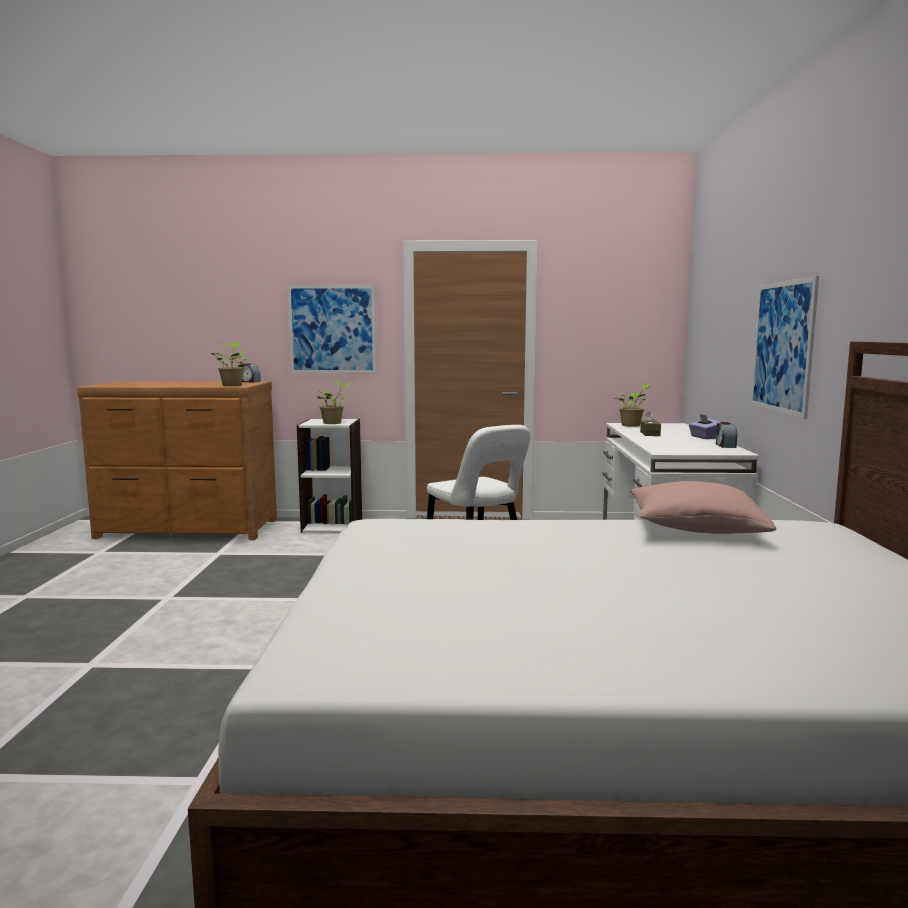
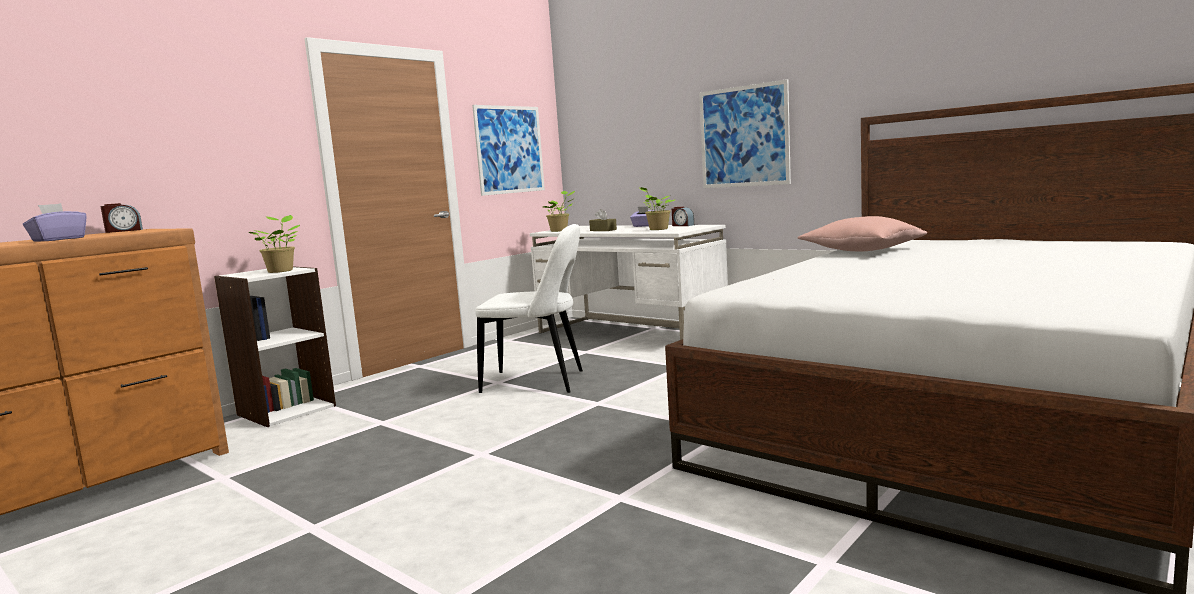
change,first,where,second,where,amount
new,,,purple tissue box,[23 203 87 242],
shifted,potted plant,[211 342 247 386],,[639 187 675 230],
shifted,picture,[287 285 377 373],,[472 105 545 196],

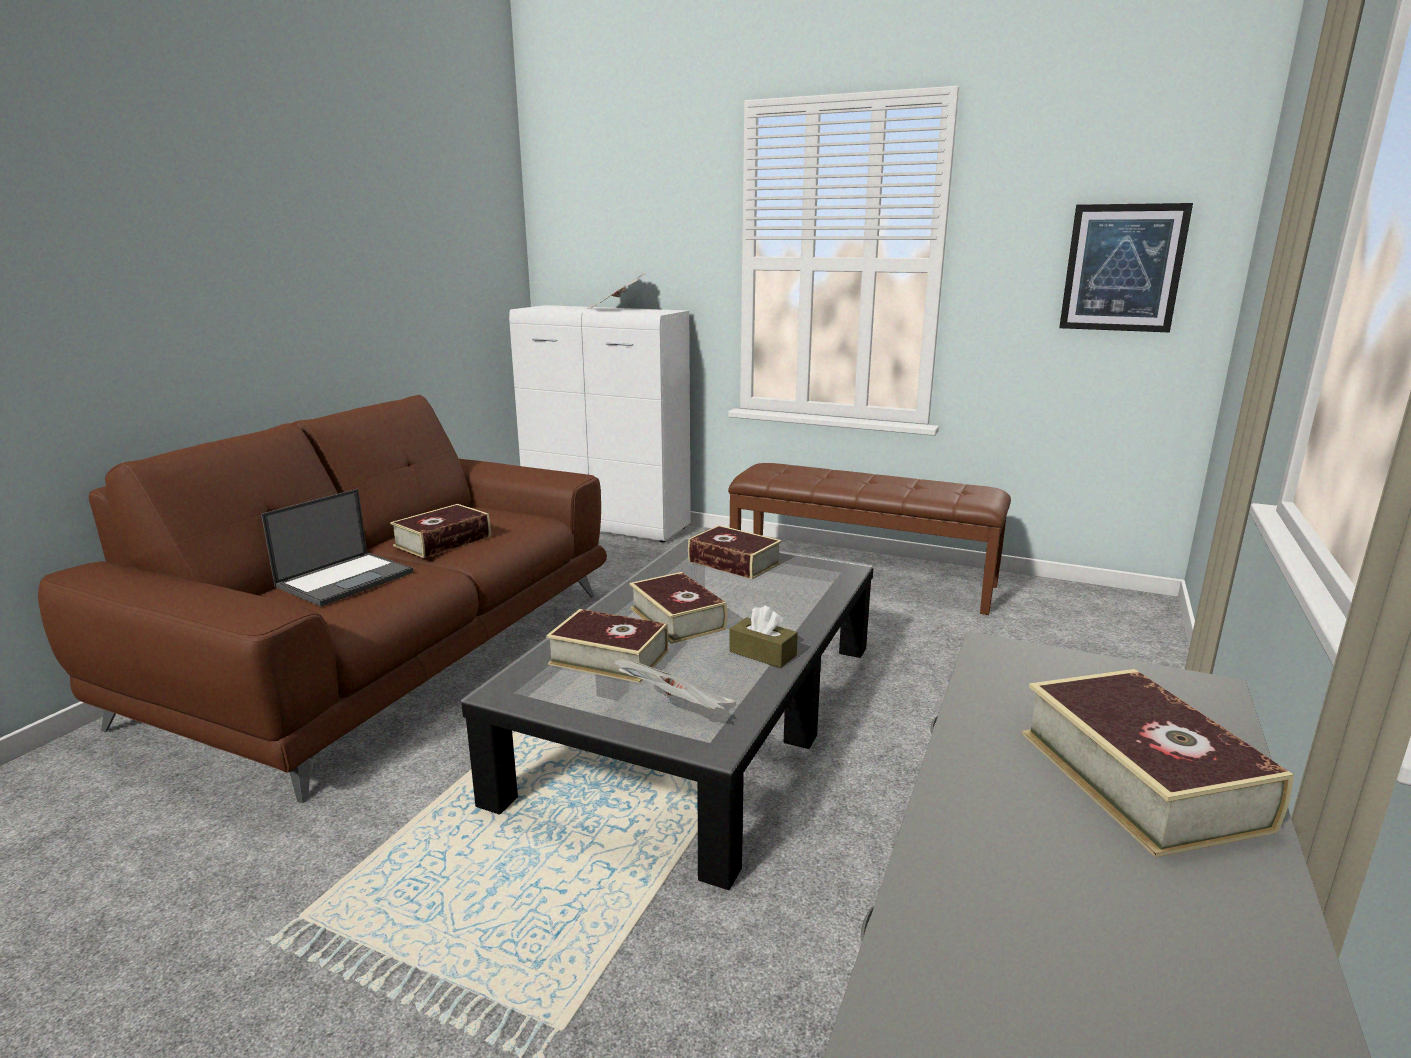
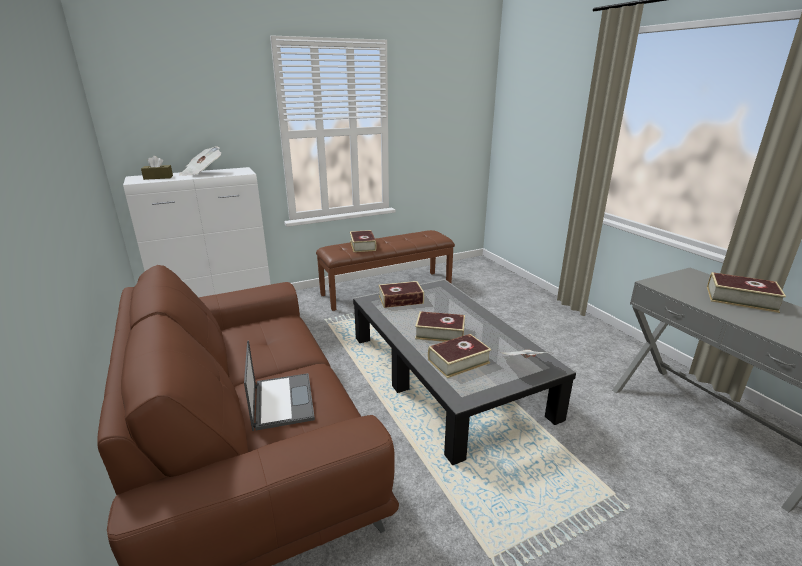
change,first,where,second,where,amount
gone,picture,[1059 203 1193 333],,,
shifted,book,[390 504 491 558],,[350 230 376 252],
shifted,brown tissue box,[729 606 798 668],,[141 156 173 180],

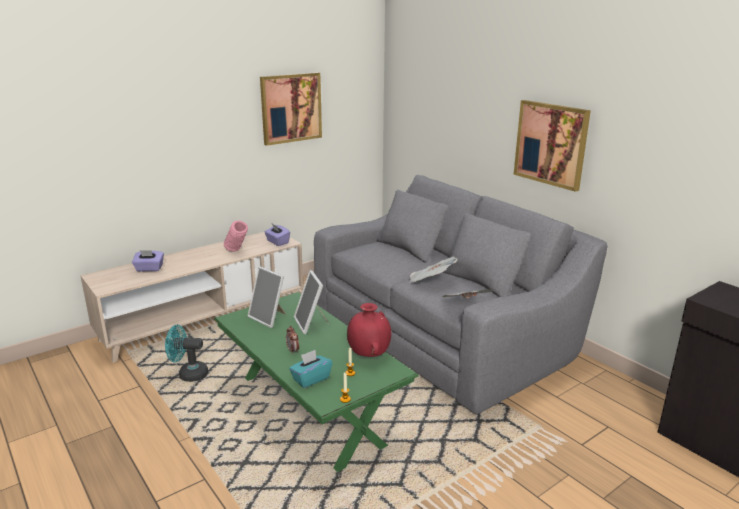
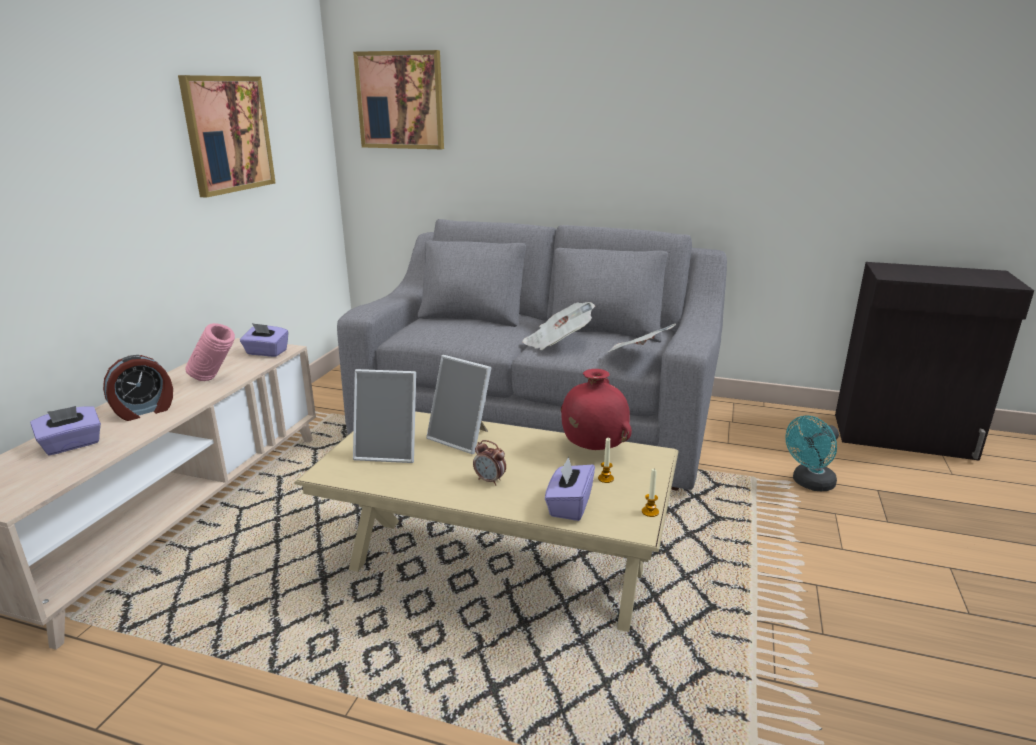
change,first,where,second,where,amount
new,,,alarm clock,[103 355 173 421],
shifted,turquoise fan,[165 325 208 382],,[785 415 839 491],
shifted,picture,[514 100 591 192],,[353 50 444 149],
repainted,green coffee table,[214 292 419 472],beige coffee table,[295 411 678 632],
repainted,turquoise tissue box,[289 350 333 388],purple tissue box,[545 456 595 521],

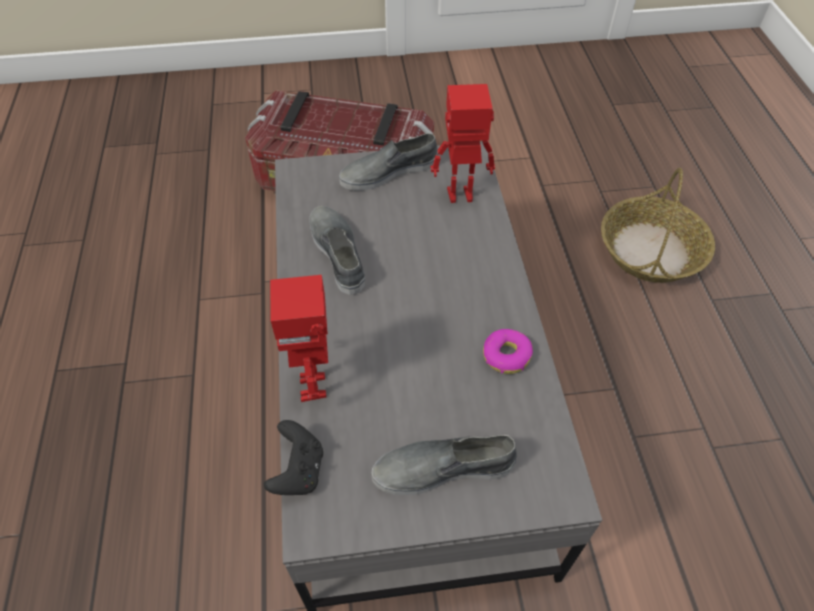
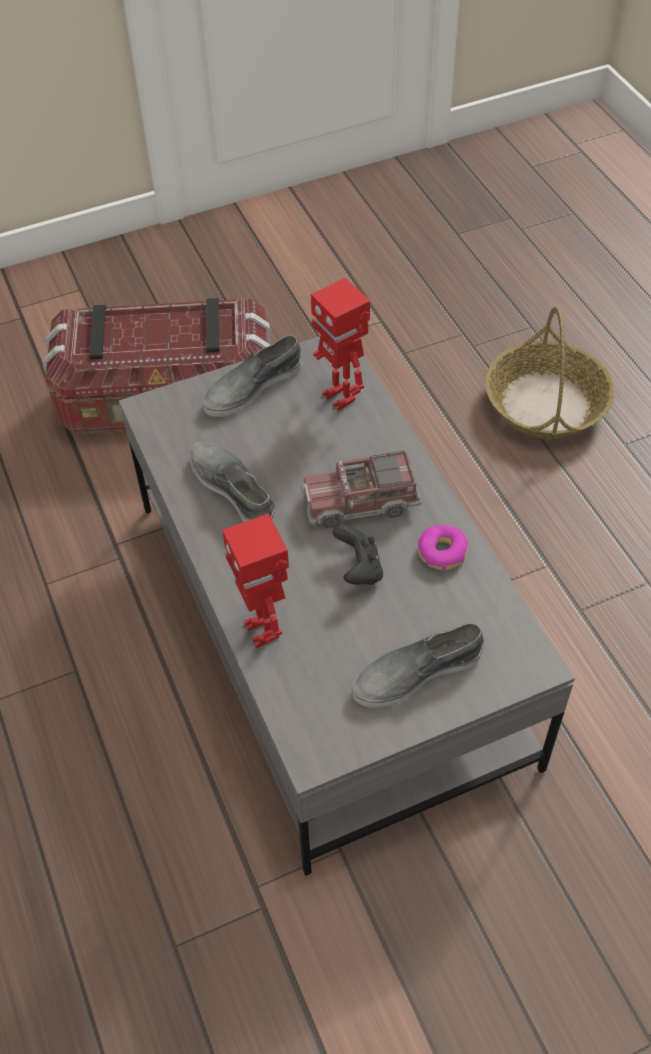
change,first,where,second,where,amount
new,,,toy truck,[301 451 421 529],
shifted,black game controller,[264 420 323 495],,[333 525 383 585],
rotated,toy robot,[430 84 495 203],,[311 278 370 411],105 degrees counterclockwise

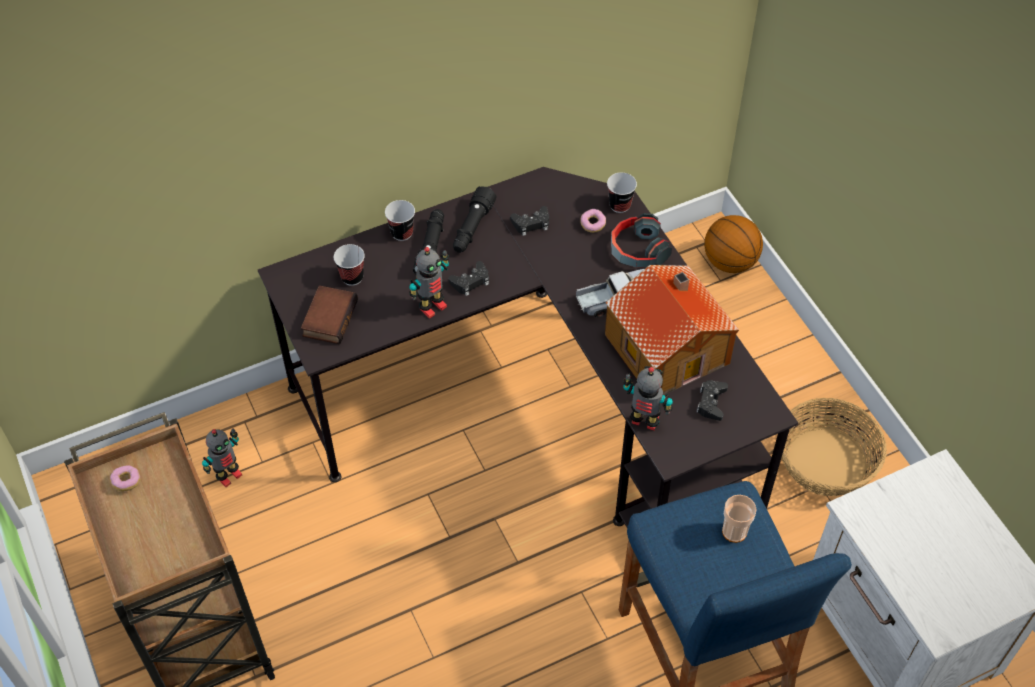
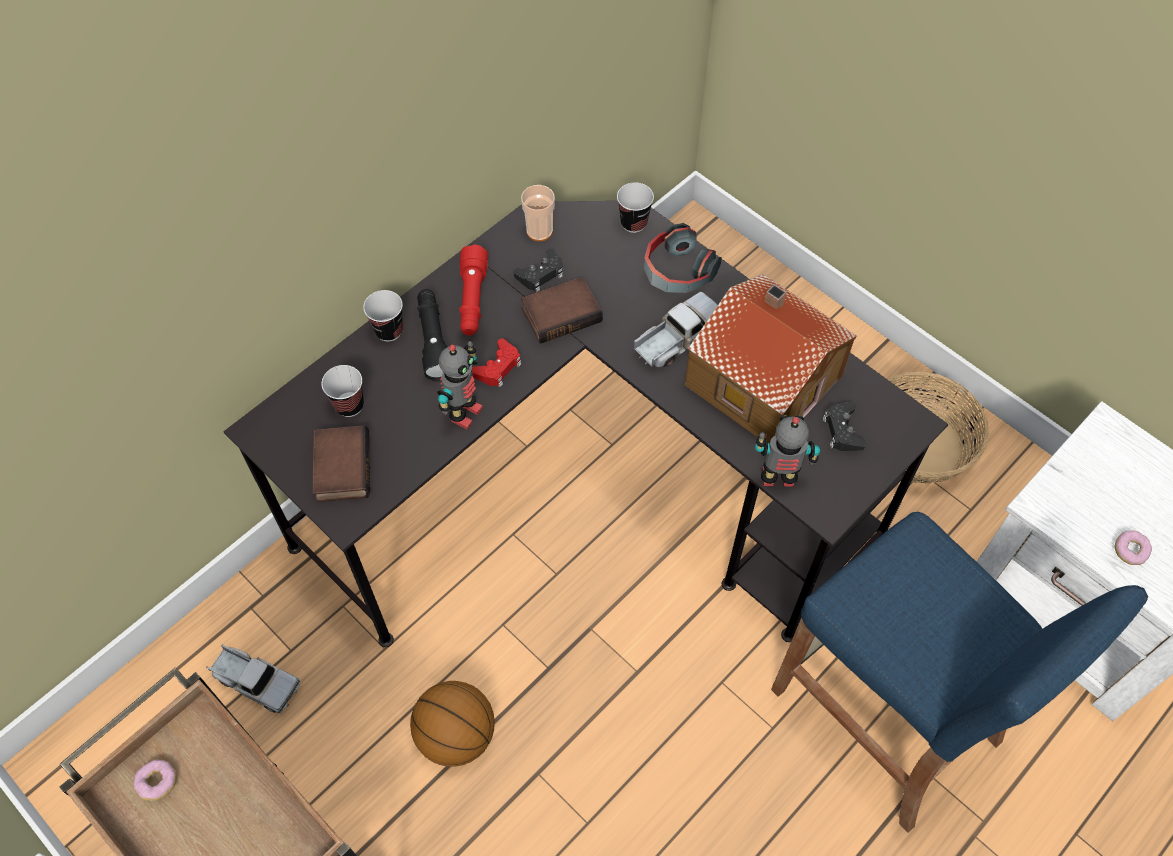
change,first,where,second,where,amount
new,,,book,[521 277 603 344],
shifted,donut,[580 209 606 233],,[1115 531 1152 565],
shifted,basketball,[704 215 763 273],,[410 681 495 766],
shifted,cup,[722 495 757 543],,[521 185 555 241],
swapped,toy robot,[202 429 242 487],toy truck,[206 644 300 713],
repainted,black game controller,[448 261 489 296],red game controller,[472 339 521 387],
repainted,black flashlight,[453 186 496 253],red flashlight,[459 244 488 336],

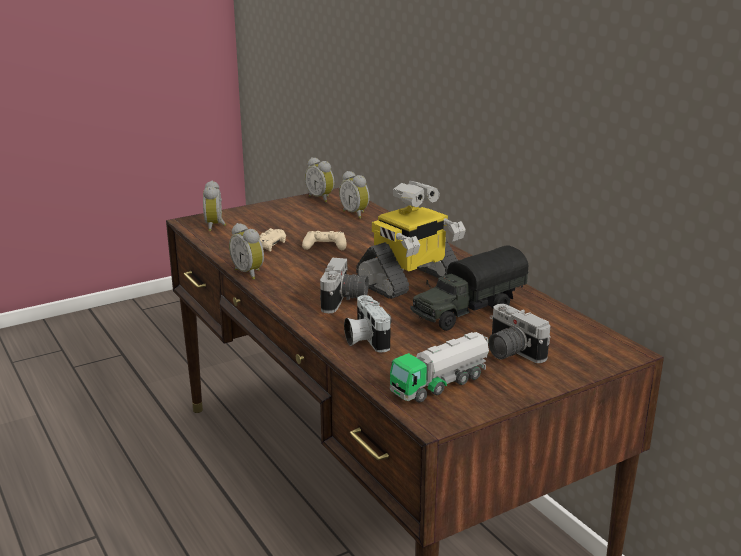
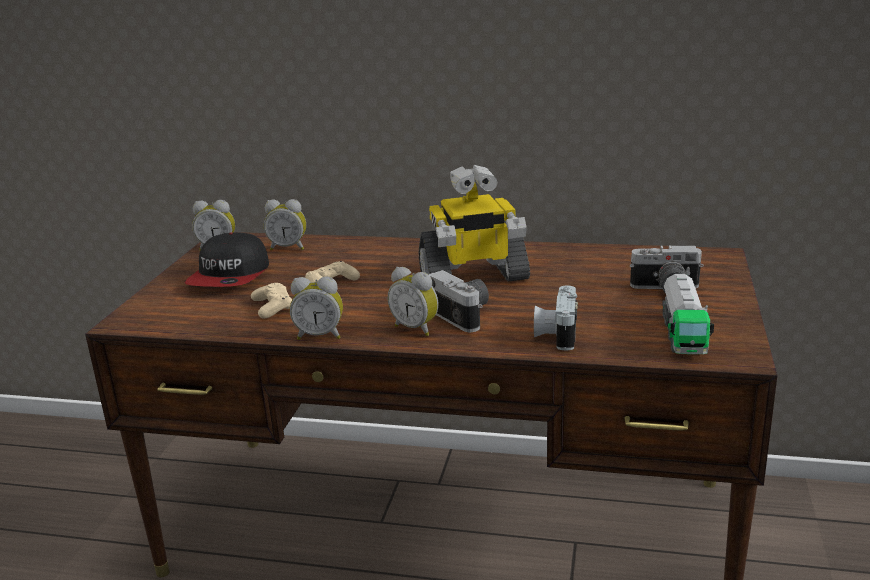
change,first,where,second,where,amount
gone,toy truck,[411 245 529 331],,,
new,,,cap,[185 232 269 287],
shifted,alarm clock,[203 181 226 231],,[388 267 438 336],
rotated,photo camera,[344 295 391 352],,[534 285 578 351],75 degrees clockwise
rotated,toy robot,[356 180 466 299],,[418 165 530 282],75 degrees clockwise

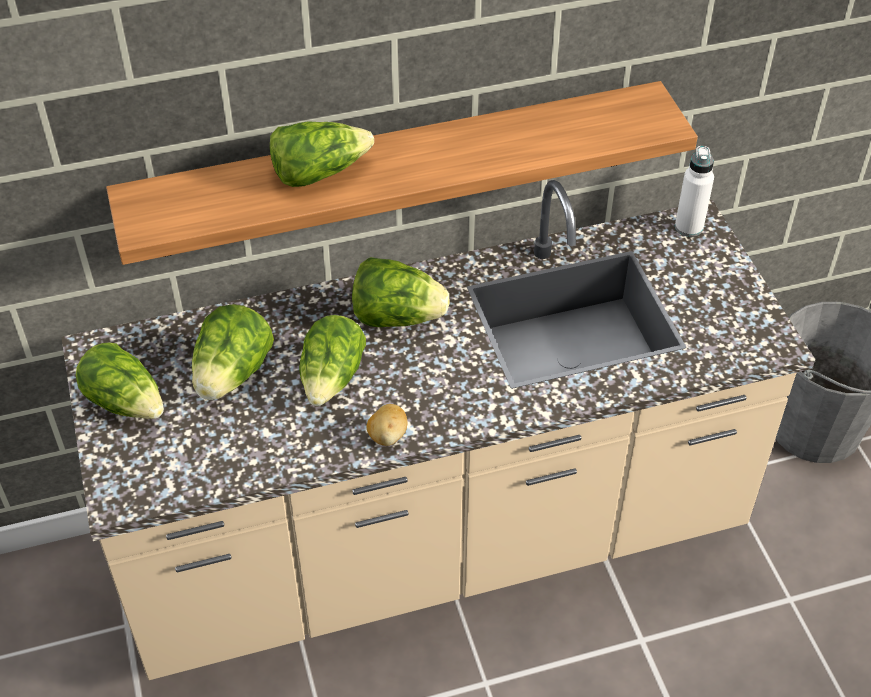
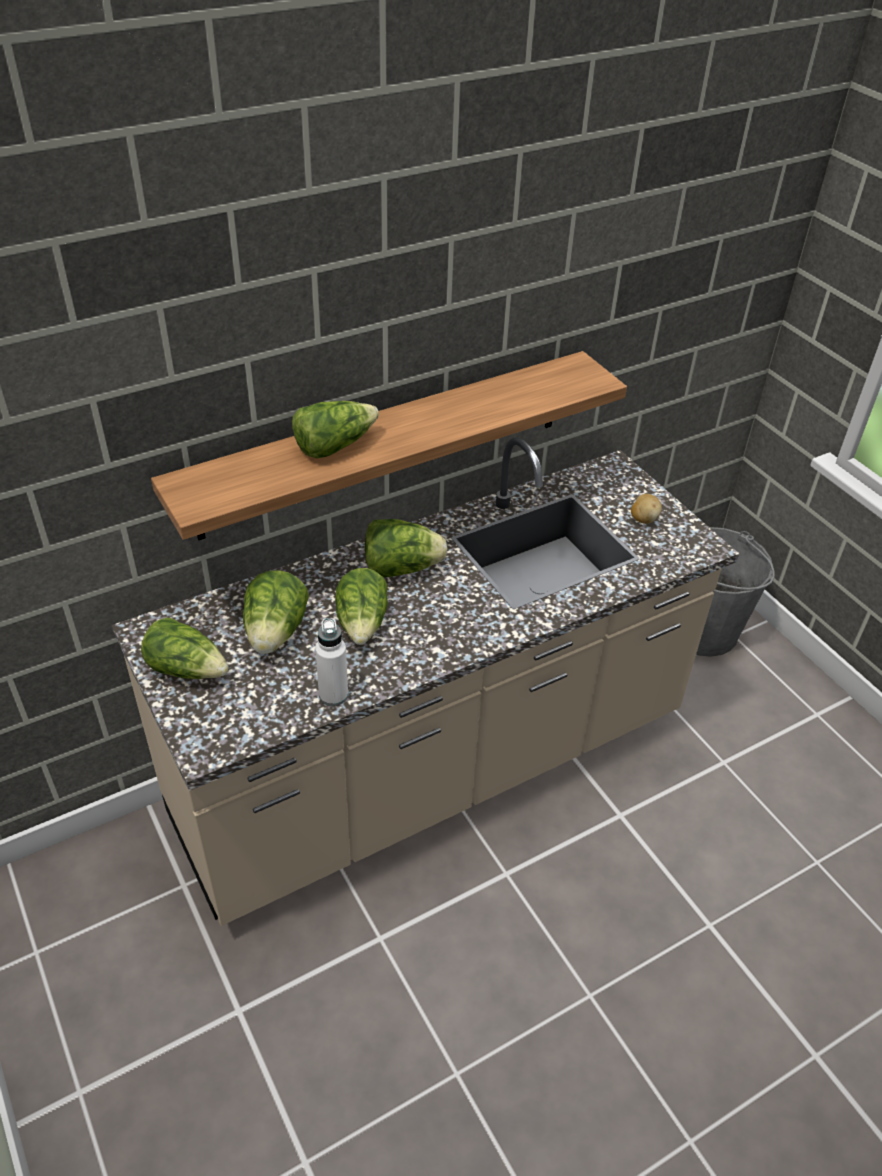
change,first,where,second,where,amount
shifted,potato,[366 404 408 446],,[631 494 662 524],
shifted,white bottle,[675 146 714 237],,[315 618 348 706],

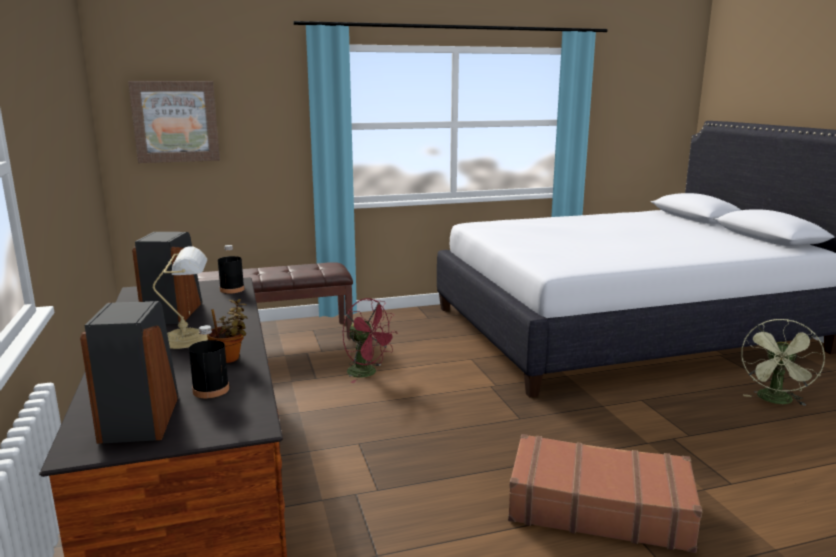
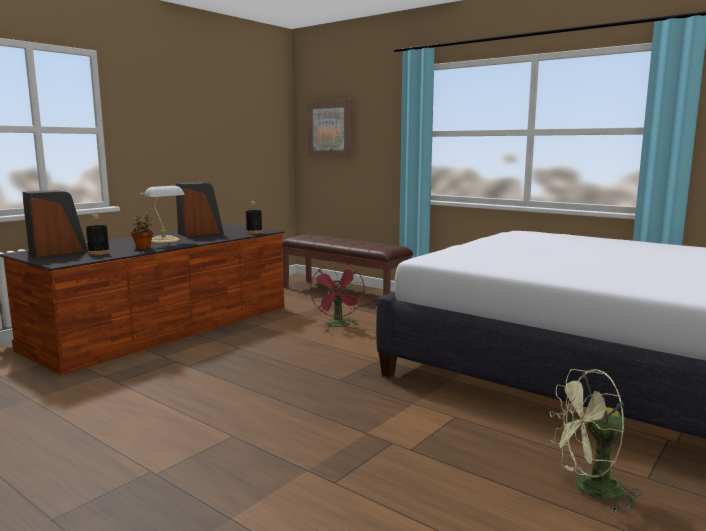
change,first,where,second,where,amount
gone,brown suitcase,[508 434 703 553],,,

